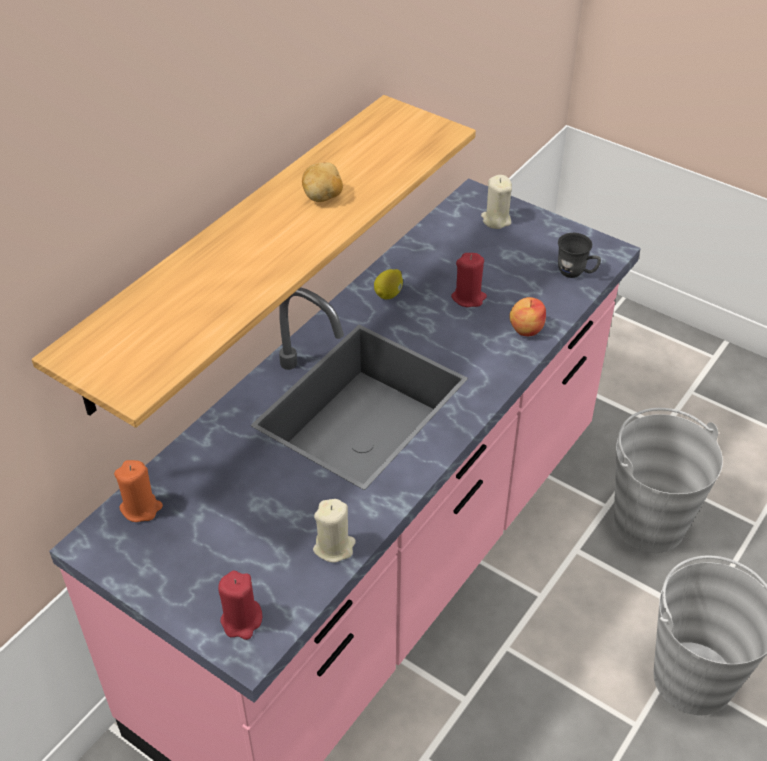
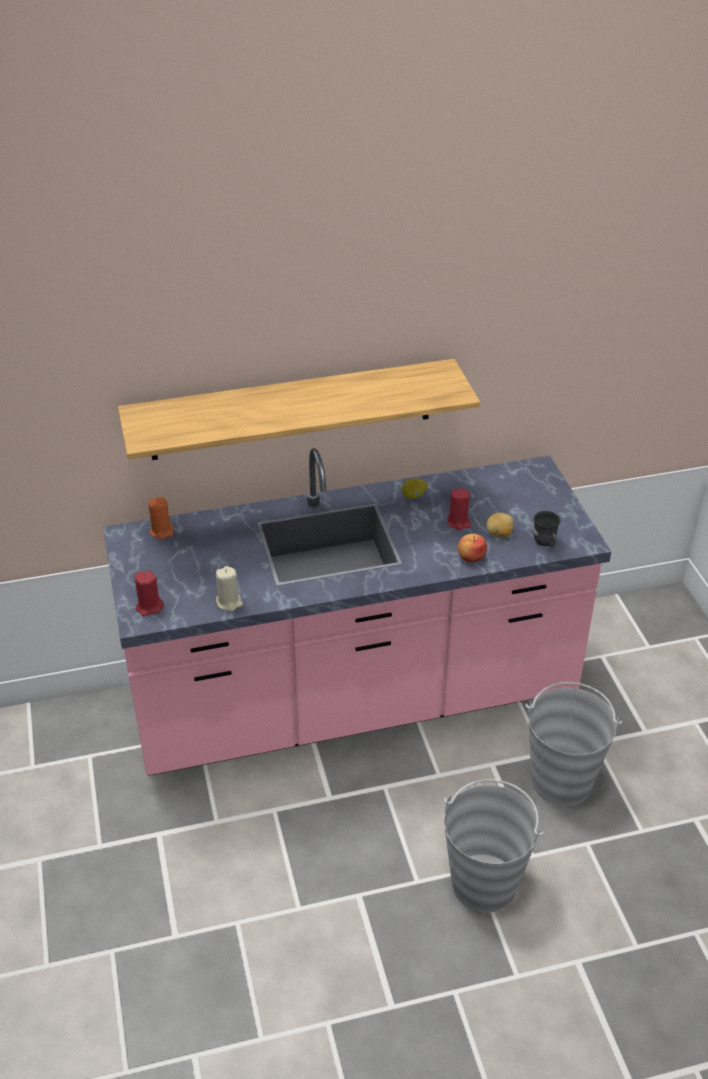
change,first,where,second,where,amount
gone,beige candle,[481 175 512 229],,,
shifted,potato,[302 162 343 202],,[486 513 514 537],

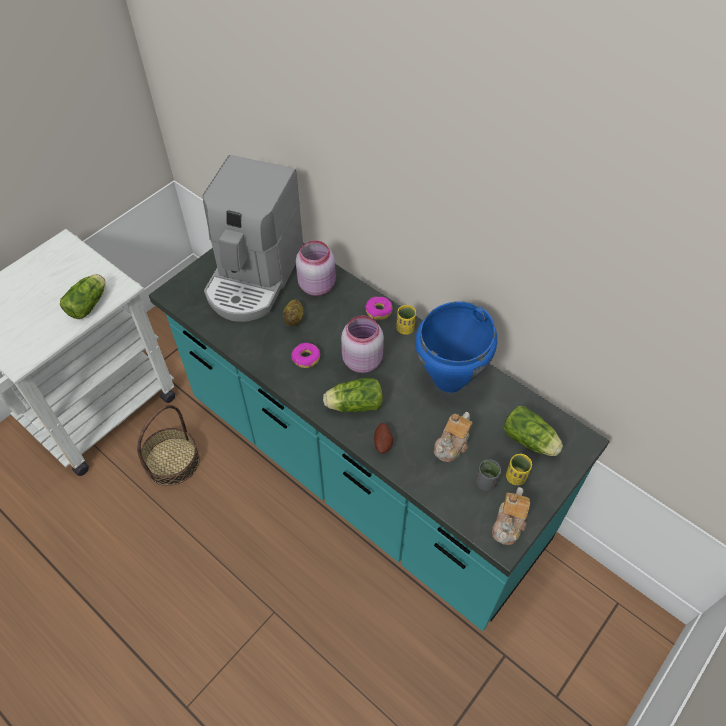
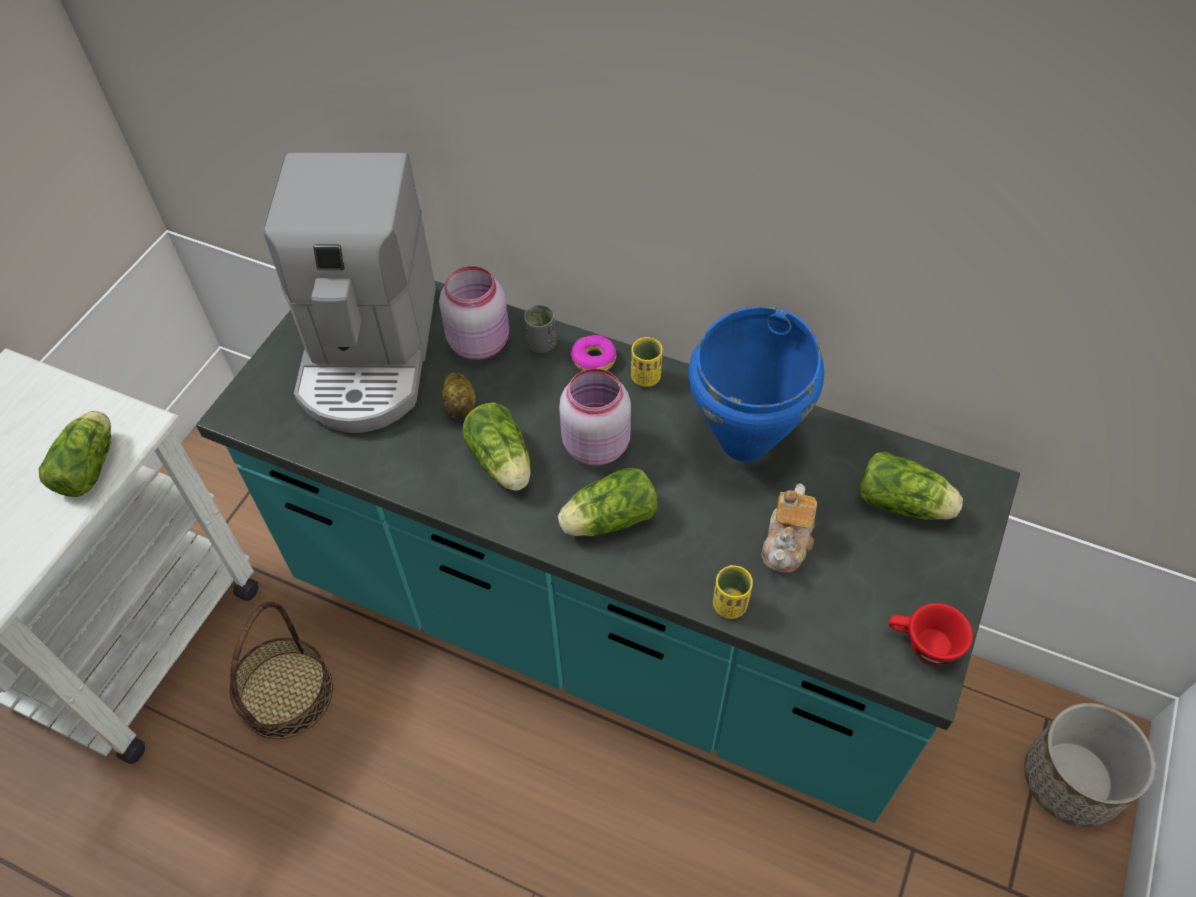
change,first,where,second,where,amount
gone,potato,[374 423 393 454],,,
new,,,planter,[1024 703 1155 827],
shifted,grey cup,[476 459 501 491],,[524 305 557 353],
shifted,yellow cup,[506 454 532 485],,[713 565 753 619],
swapped,donut,[291 343 320 368],lettuce,[462 403 531 491],
swapped,teapot,[492 487 530 545],red cup,[888 603 973 665],

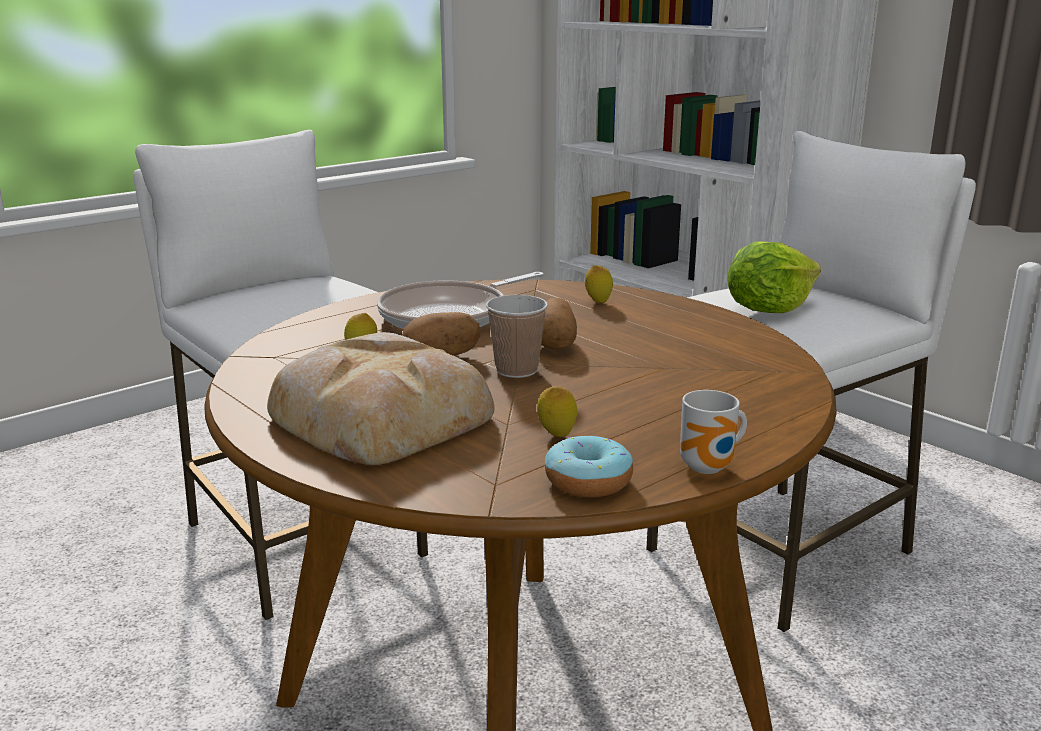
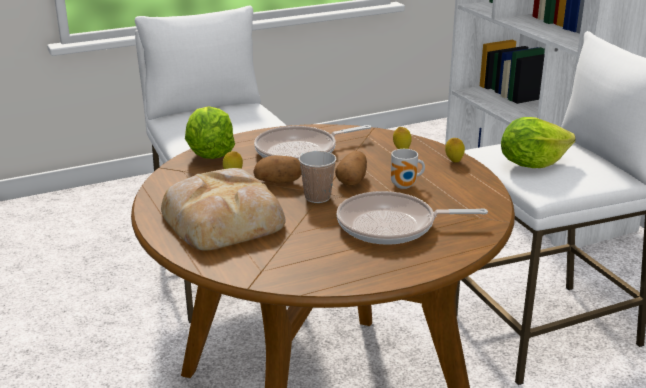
change,first,where,second,where,amount
gone,donut,[545 435 633 497],,,
new,,,lettuce,[185 106 235 159],
new,,,frying pan,[337 191 488 245],
shifted,lemon,[537 386 577 437],,[445 138 465 162],
shifted,mug,[680 390 747 474],,[391 149 425 189],

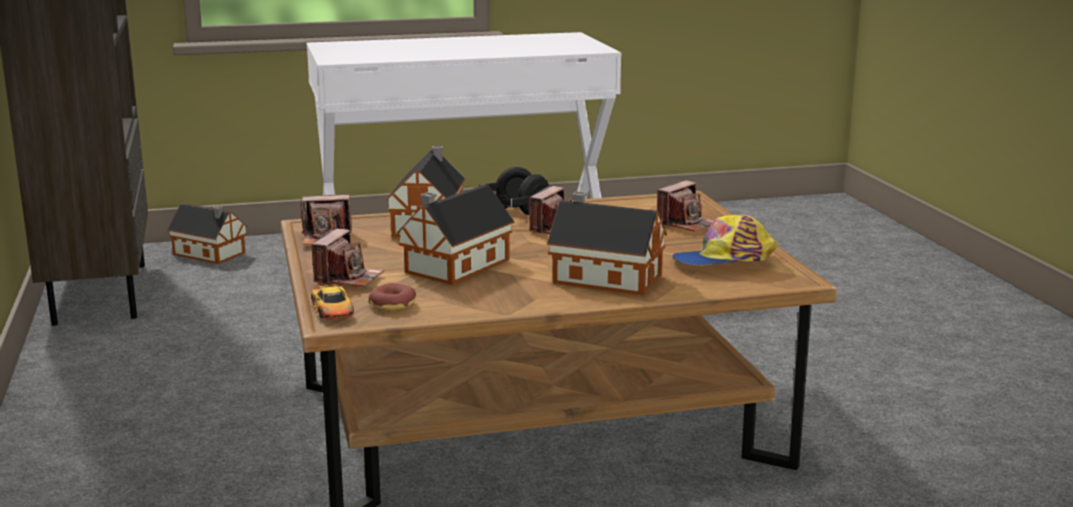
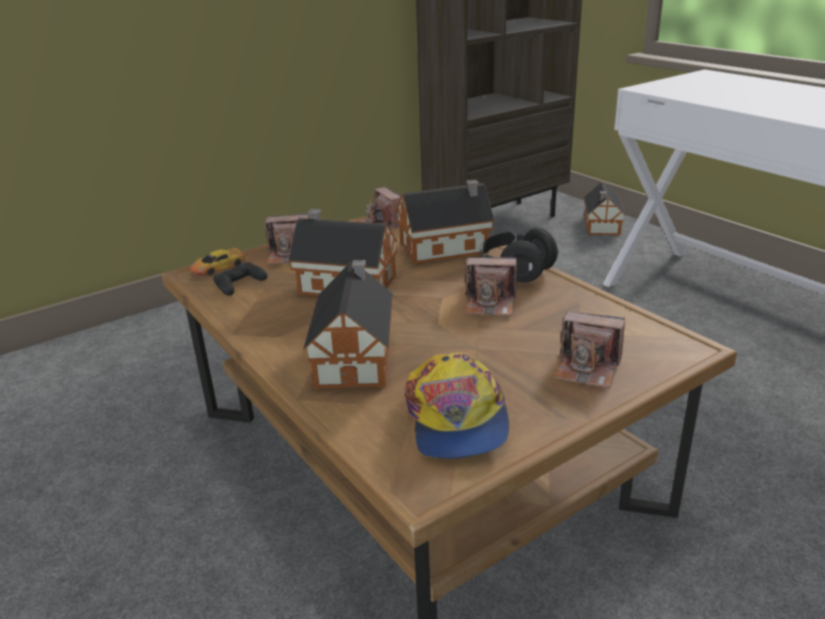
change,first,where,second,where,amount
swapped,donut,[369 283 416 311],black game controller,[214 262 267 296],
rotated,cap,[672 215 778 265],,[405 352 509 459],150 degrees counterclockwise

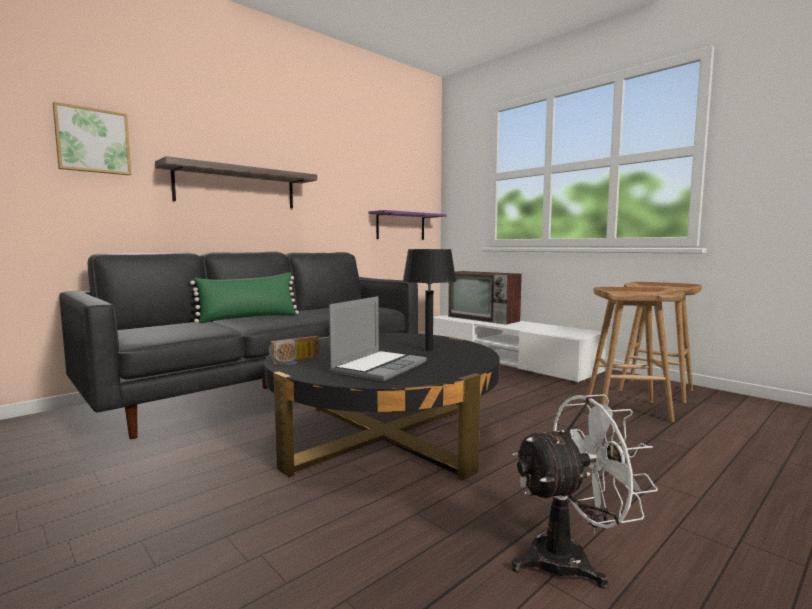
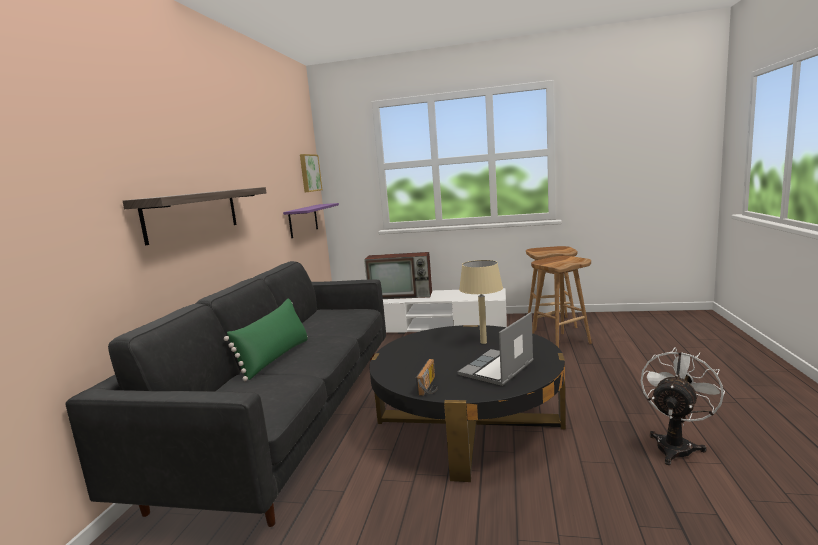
change,first,where,second,where,amount
shifted,picture,[53 102 131 175],,[300 154 322 192],
repainted,black table lamp,[403 249 456 351],beige table lamp,[459 260 503 344],
rotated,laptop,[329 296 427 382],,[458 312 534 386],135 degrees counterclockwise

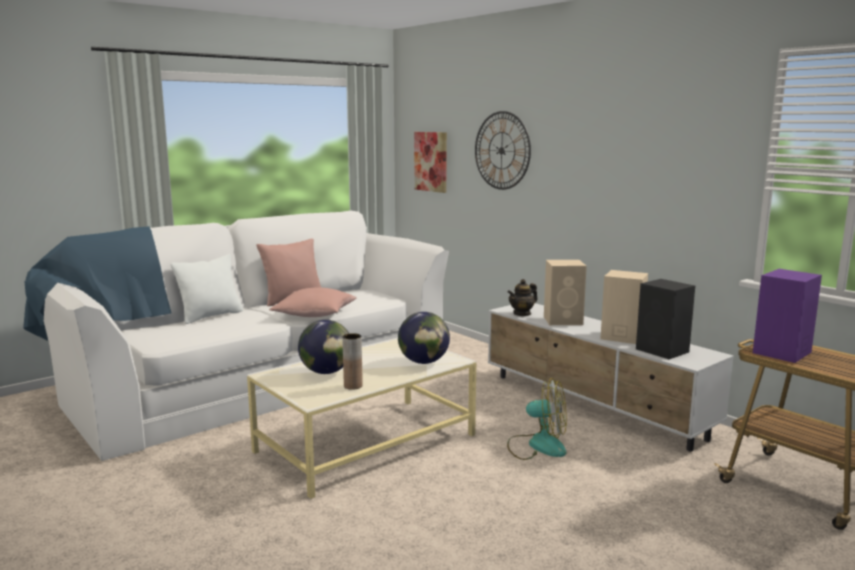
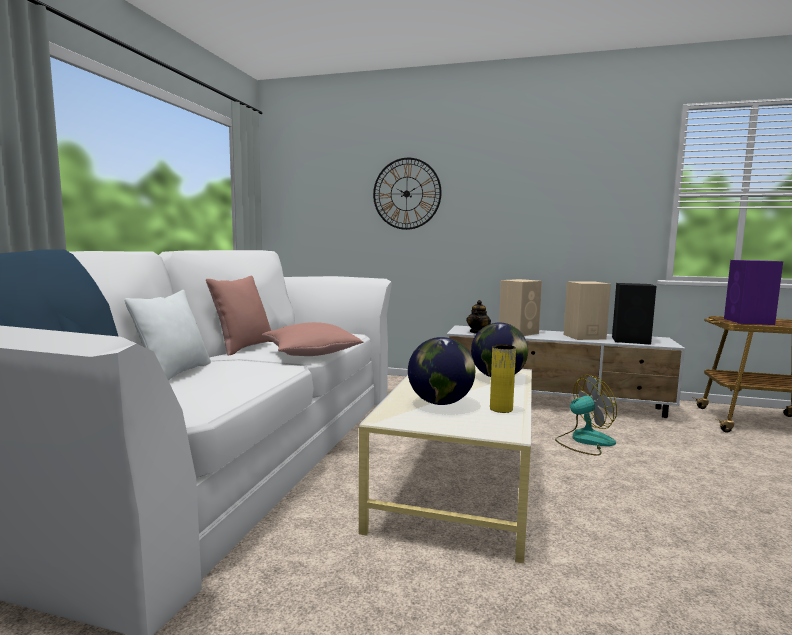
change,first,where,second,where,amount
gone,picture,[414 132 447 193],,,
repainted,brown vase,[342 333 363 390],yellow vase,[490 345 516 413],

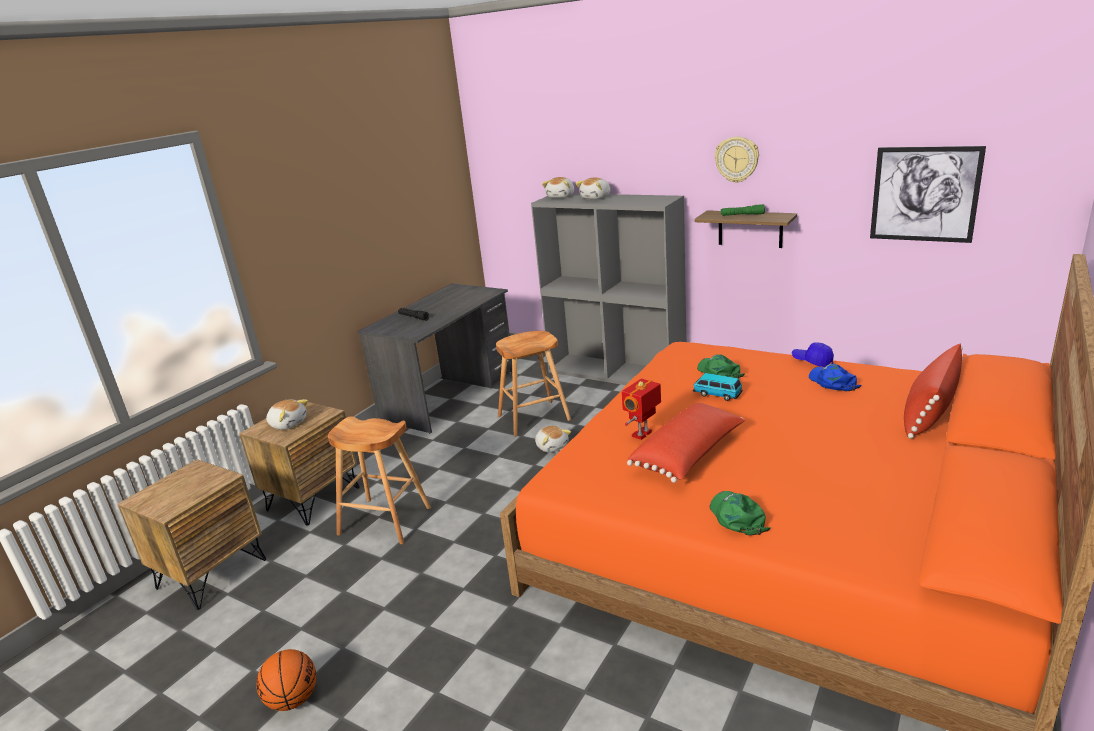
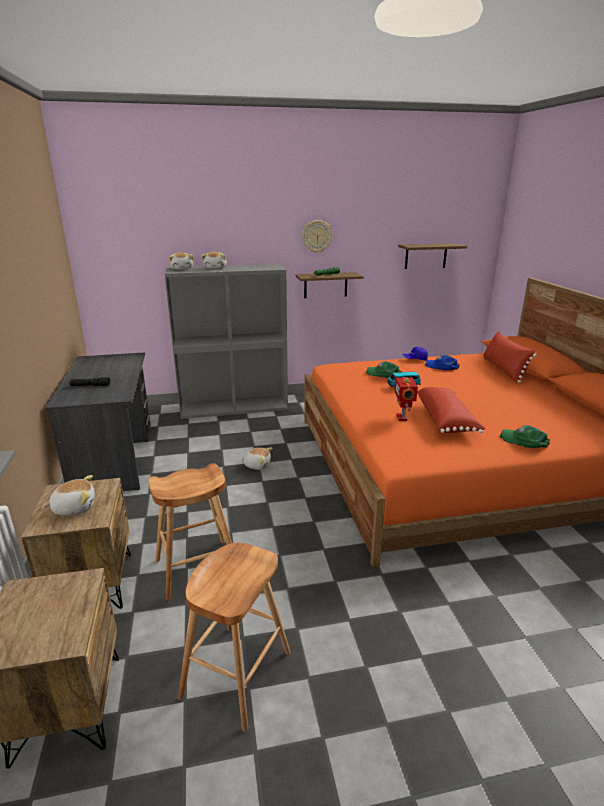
change,first,where,second,where,amount
gone,basketball,[256 649 316 711],,,
shifted,brown stool,[496 331 571 437],,[178 543 290 732],
swapped,picture,[870 146 986 243],shelf,[398 243 467 269],

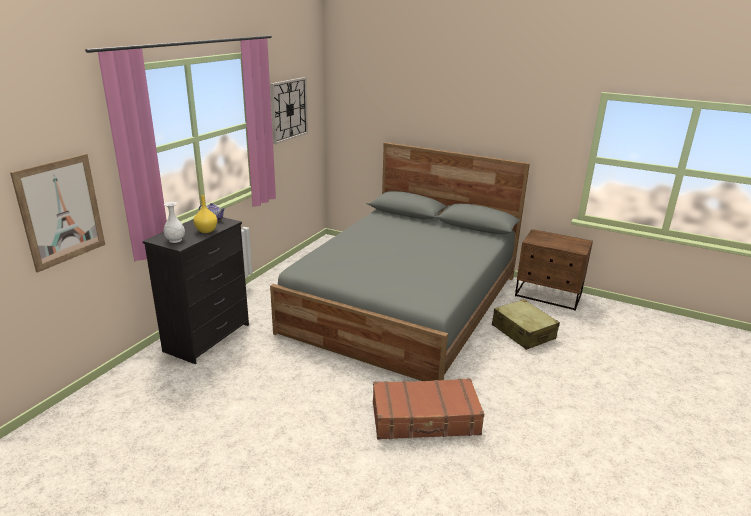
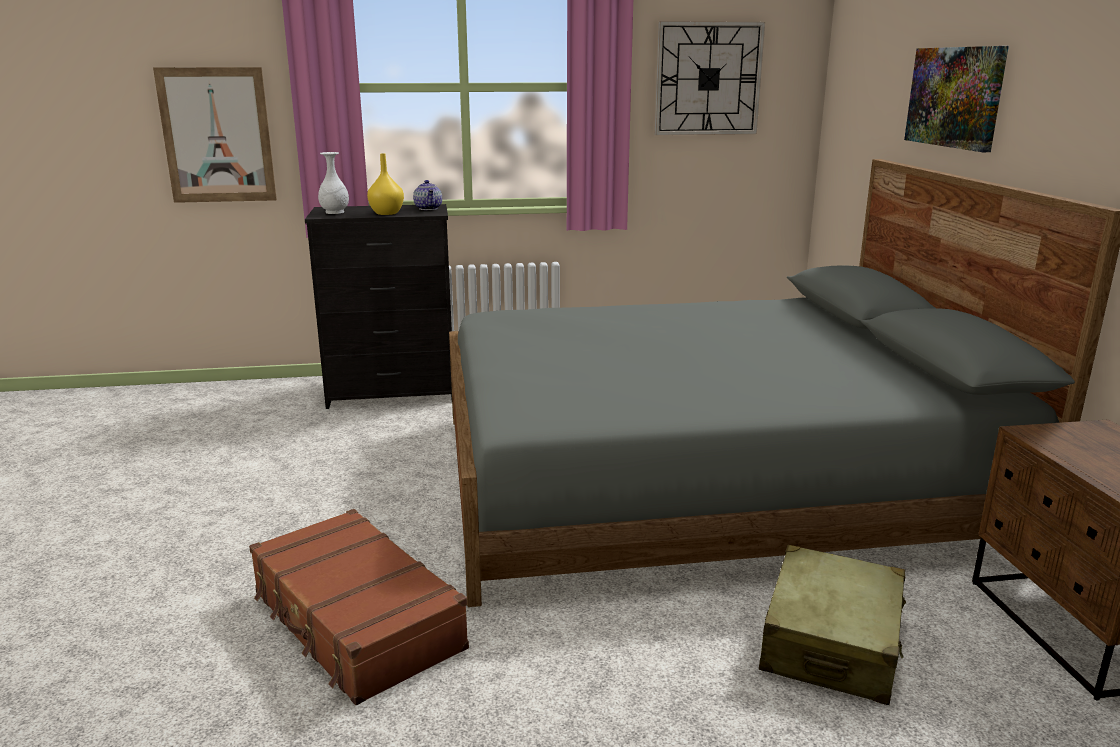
change,first,where,second,where,amount
new,,,picture,[904 46 1009 152],

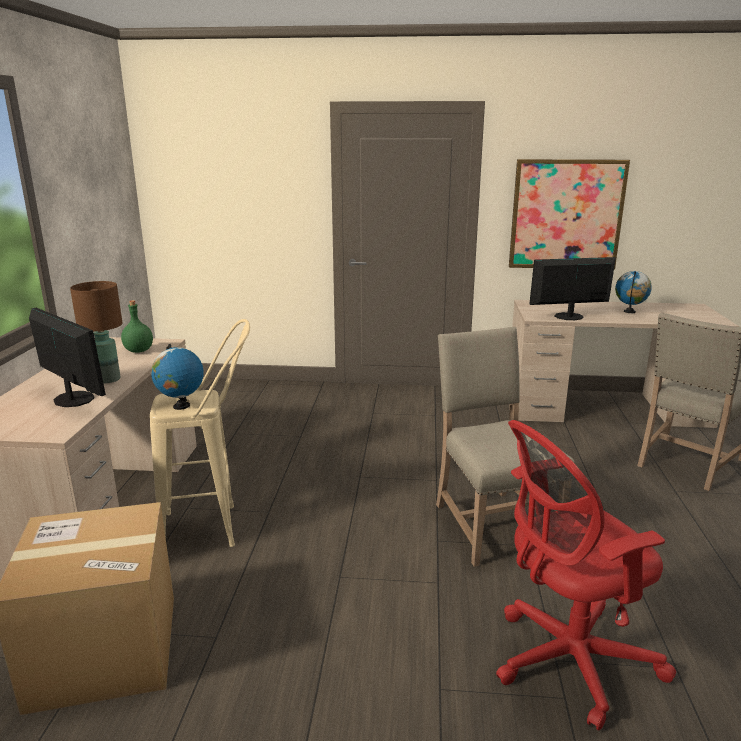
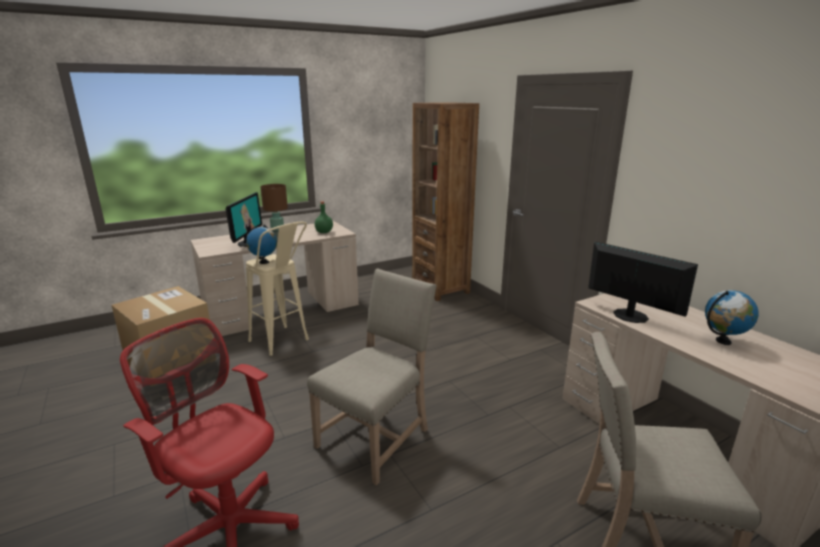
change,first,where,second,where,amount
gone,picture,[509 159 630 270],,,
new,,,brown bookcase,[412 102 479 301],

